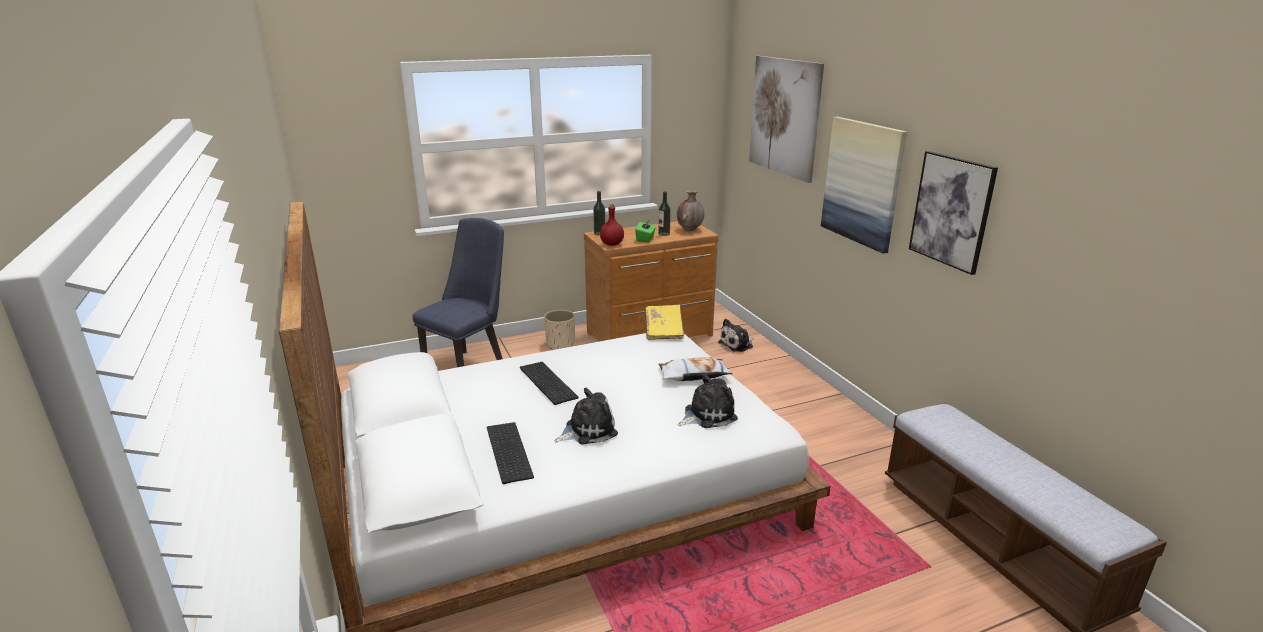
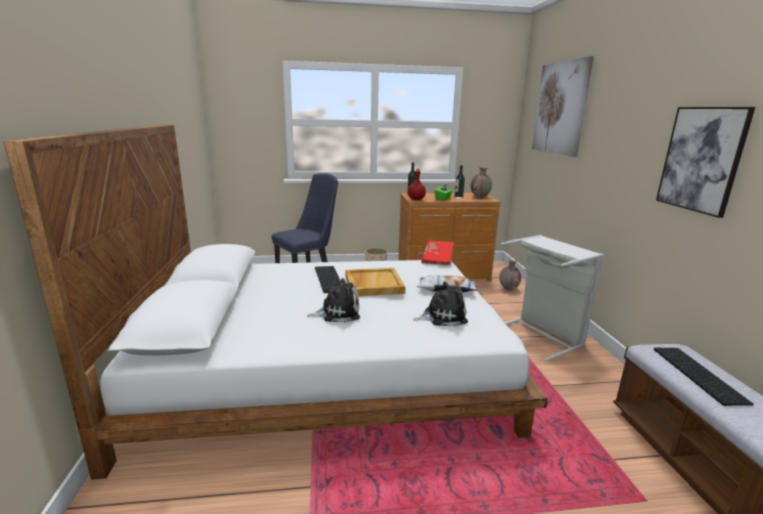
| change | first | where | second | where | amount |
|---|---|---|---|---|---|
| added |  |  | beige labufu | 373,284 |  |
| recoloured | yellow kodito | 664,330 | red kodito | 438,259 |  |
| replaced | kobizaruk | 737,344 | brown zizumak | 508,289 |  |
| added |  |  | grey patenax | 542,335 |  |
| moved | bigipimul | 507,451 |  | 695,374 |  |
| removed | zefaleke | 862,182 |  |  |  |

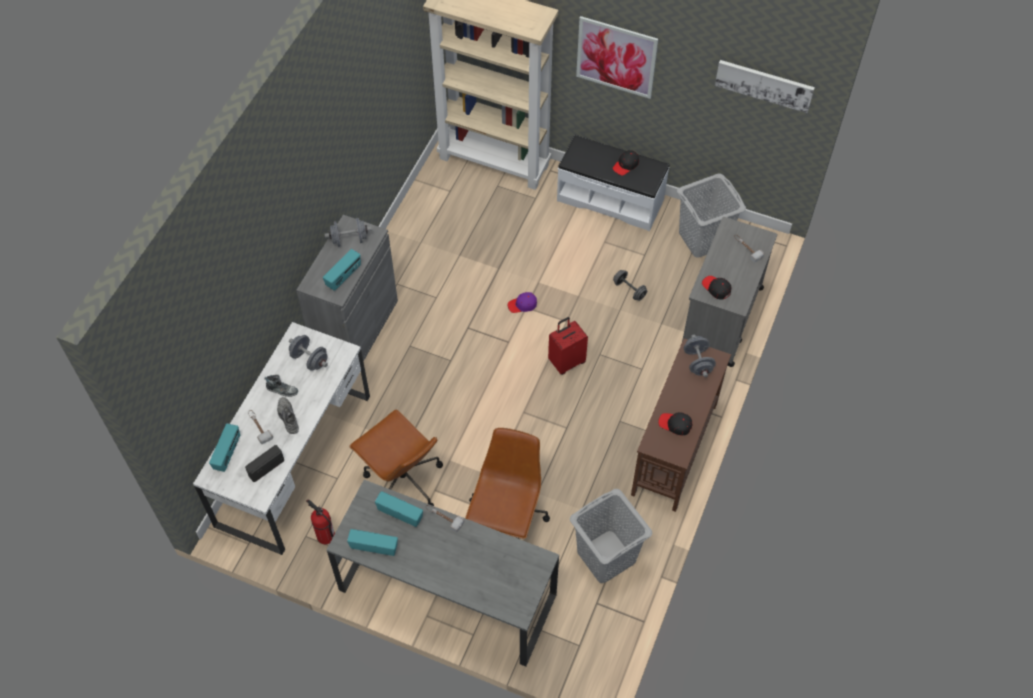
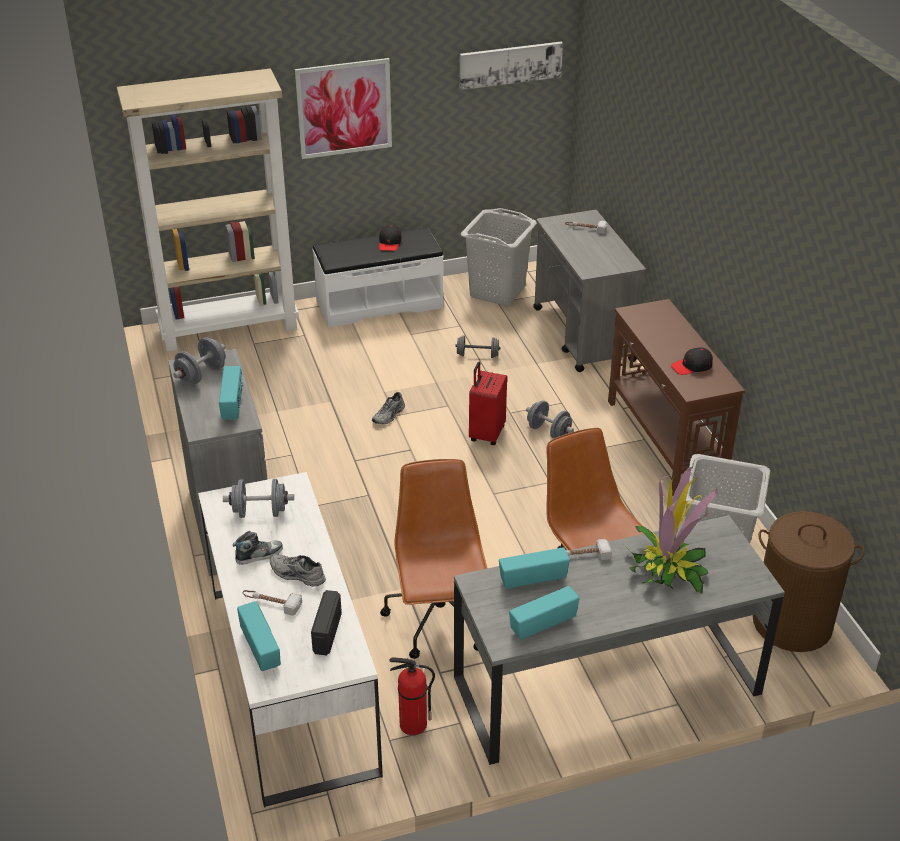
| change | first | where | second | where | amount |
|---|---|---|---|---|---|
| replaced | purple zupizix | 522,305 | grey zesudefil | 389,415 |  |
| turned | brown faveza | 403,481 |  | 440,621 | 105 degrees counterclockwise |
| moved | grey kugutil | 697,362 |  | 548,431 |  |
| added |  |  | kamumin | 666,568 |  |
| added |  |  | brown patenax | 792,623 |  |
| removed | black zupizix | 716,288 |  |  |  |

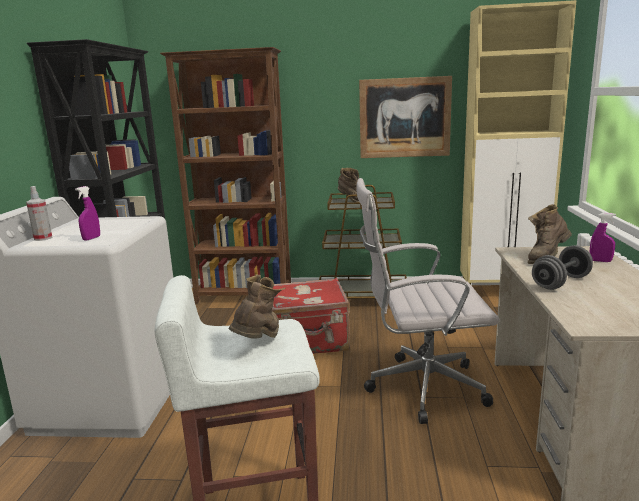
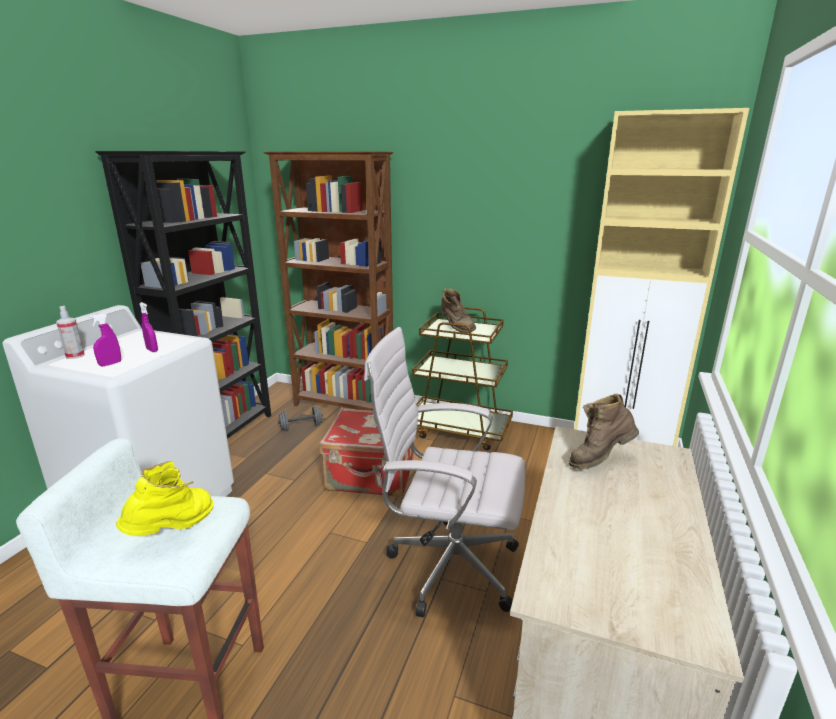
| change | first | where | second | where | amount |
|---|---|---|---|---|---|
| recoloured | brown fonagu | 260,343 | yellow fonagu | 174,530 |  |
| moved | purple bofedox | 600,261 |  | 152,350 |  |
| moved | grey kugutil | 561,282 |  | 301,427 |  |
| removed | zefaleke | 404,118 |  |  |  |

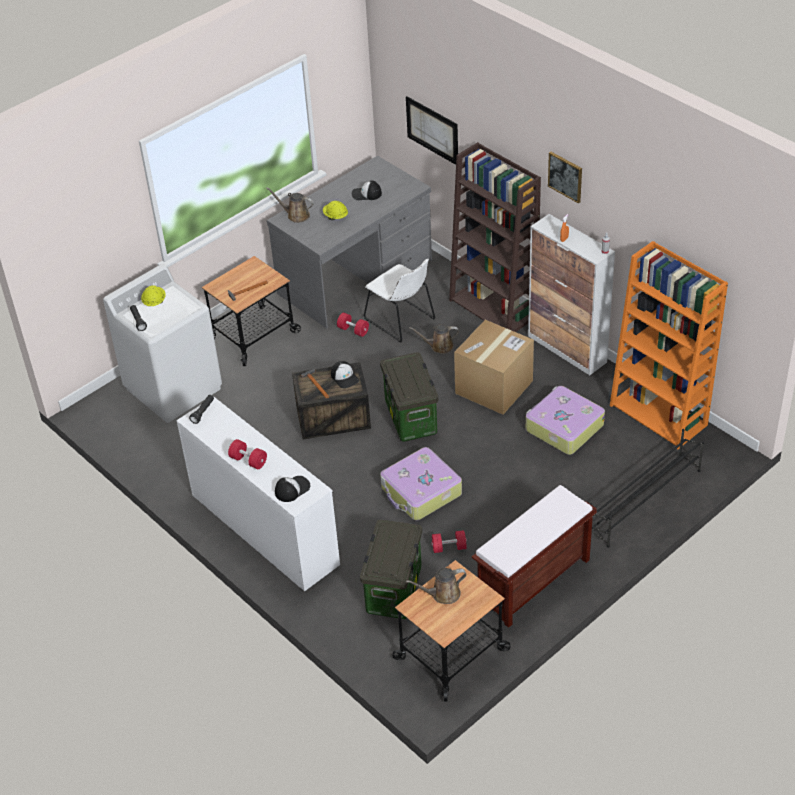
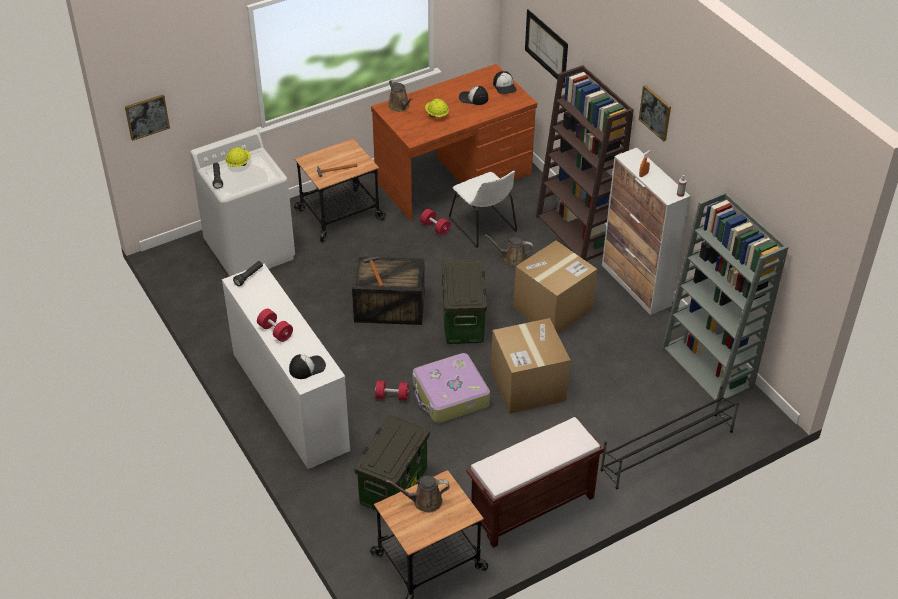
| change | first | where | second | where | amount |
|---|---|---|---|---|---|
| added |  |  | zefaleke | 147,116 |  |
| recoloured | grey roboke | 356,277 | brown roboke | 454,178 |  |
| moved | red kugutil | 449,547 |  | 392,396 |  |
| turned | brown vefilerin | 296,215 |  | 400,106 | 150 degrees counterclockwise |
| added |  |  | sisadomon | 528,385 |  |
| moved | zupizix | 345,377 |  | 504,86 |  |
| recoloured | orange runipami | 659,415 | grey runipami | 708,368 |  |
| removed | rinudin | 563,427 |  |  |  |

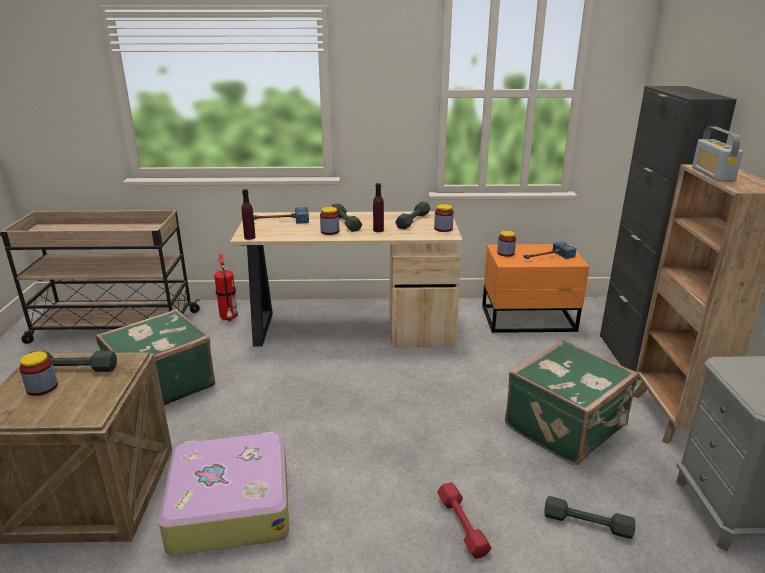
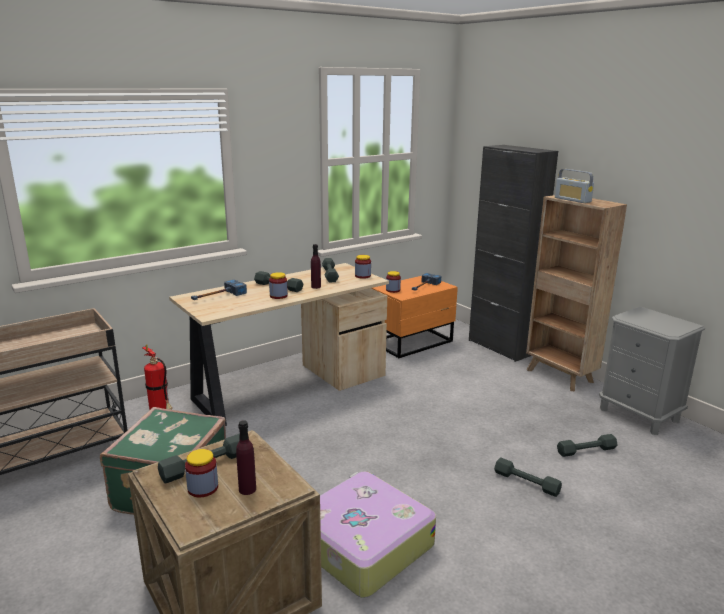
| change | first | where | second | where | amount |
|---|---|---|---|---|---|
| moved | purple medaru | 249,237 |  | 247,489 |  |
| recoloured | red kugutil | 462,525 | grey kugutil | 526,482 |  |
| removed | green rinudin | 567,427 |  |  |  |

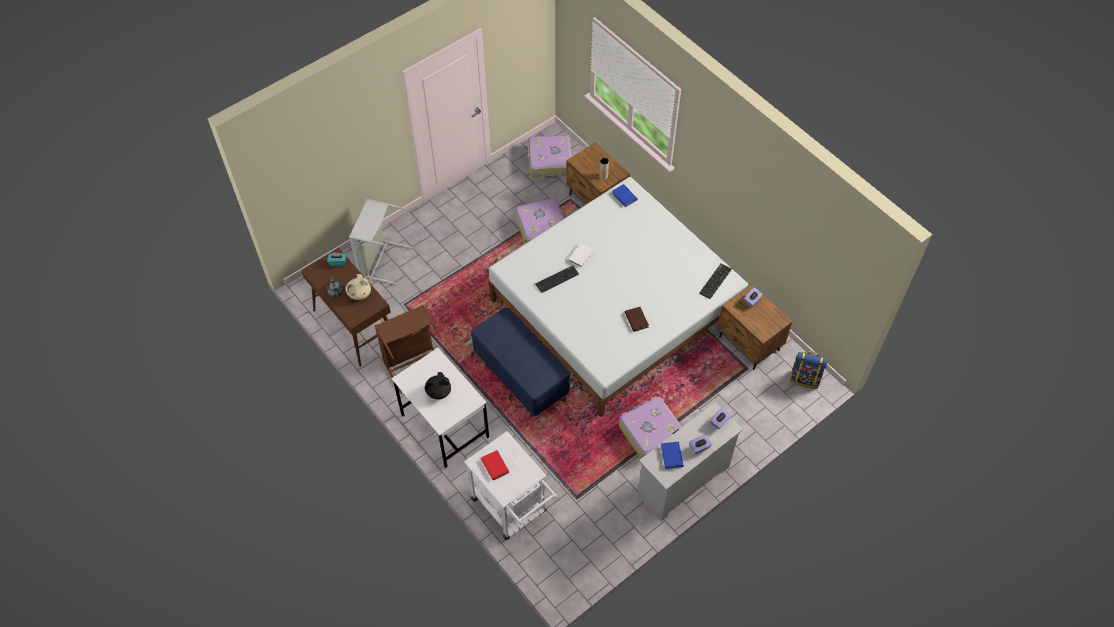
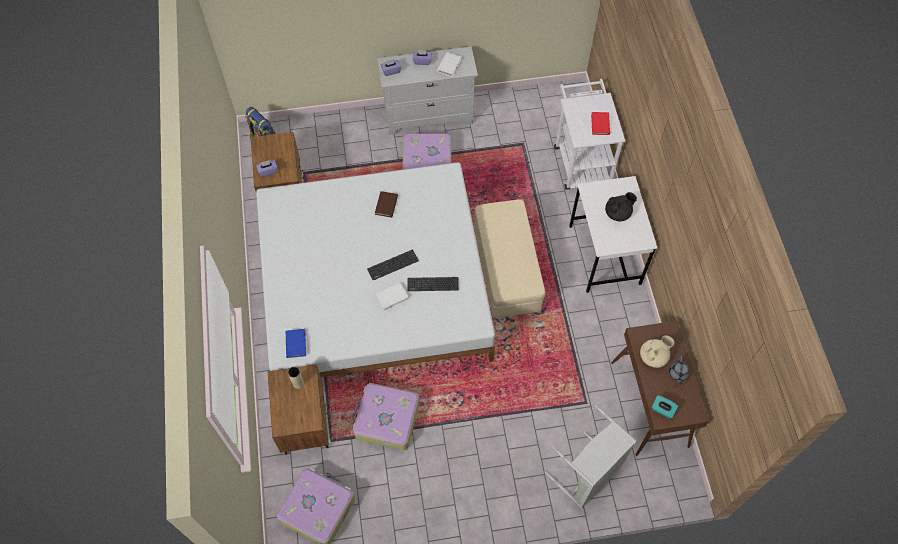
| change | first | where | second | where | amount |
|---|---|---|---|---|---|
| moved | bigipimul | 715,281 |  | 393,265 |  |
| recoloured | blue kodito | 672,456 | white kodito | 449,65 |  |
| recoloured | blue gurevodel | 521,372 | beige gurevodel | 506,269 |  |
| removed | brown patenax | 412,362 |  |  |  |

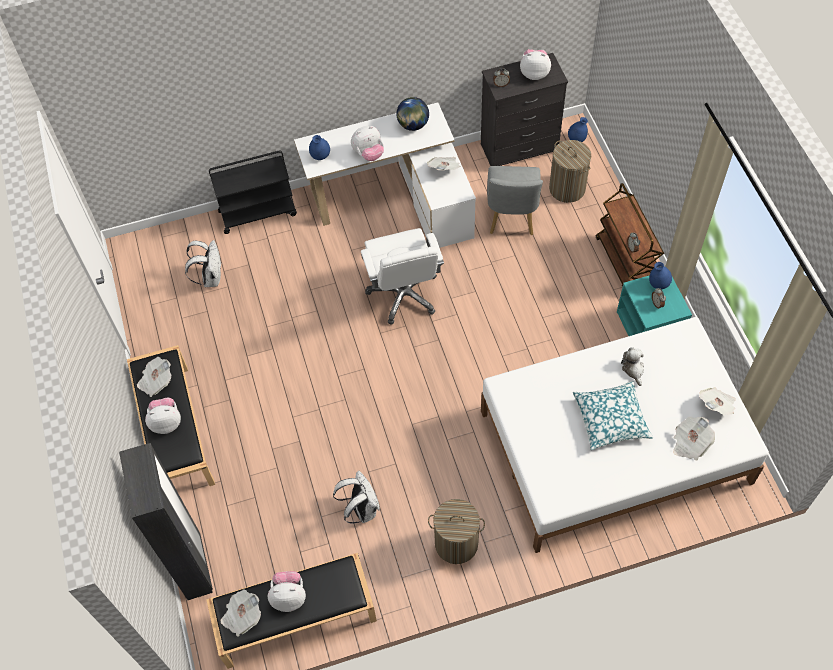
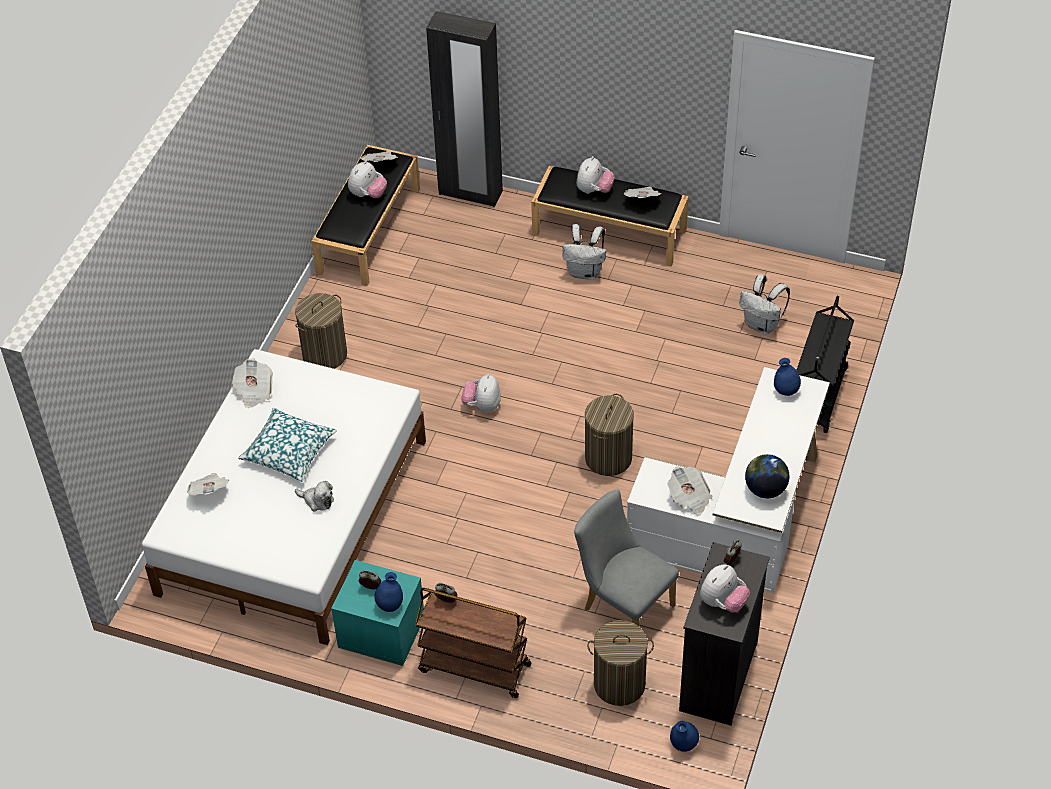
| change | first | where | second | where | amount |
|---|---|---|---|---|---|
| moved | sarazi | 717,405 |  | 254,391 |  |
| moved | kobizaruk | 368,154 |  | 482,405 |  |
| moved | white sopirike | 361,509 |  | 585,272 |  |
| replaced | white faveza | 404,294 | patenax | 608,458 |  |

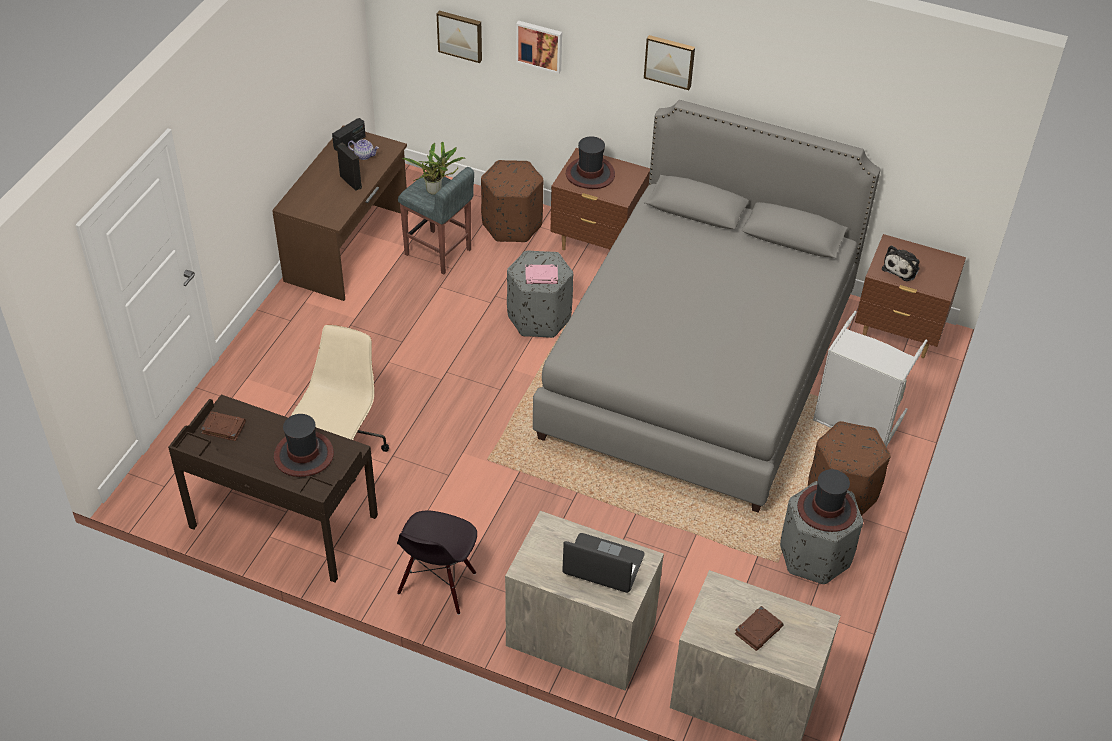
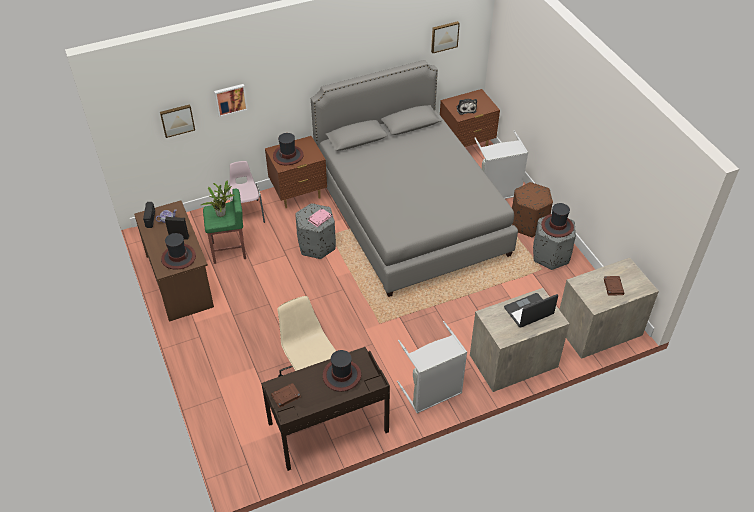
| change | first | where | second | where | amount |
|---|---|---|---|---|---|
| added |  |  | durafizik | 178,257 |  |
| recoloured | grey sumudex | 438,252 | green sumudex | 229,251 |  |
| replaced | brown gurevodel | 512,225 | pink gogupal | 247,213 |  |
| replaced | black gogupal | 438,584 | grey patenax | 432,393 |  |
| moved | zefaleke | 670,61 |  | 444,36 |  |

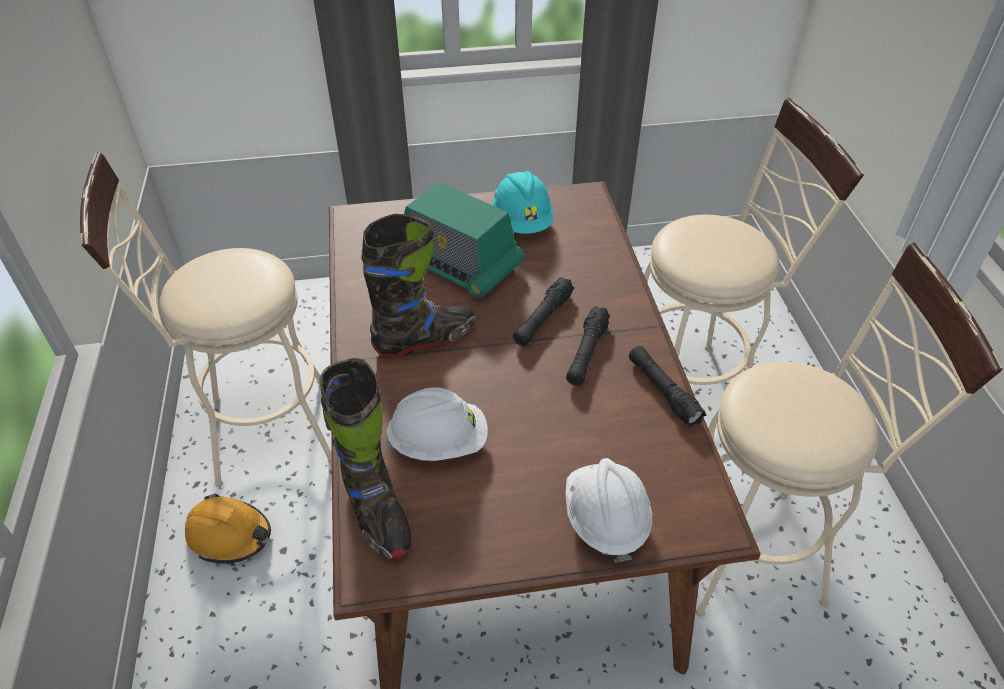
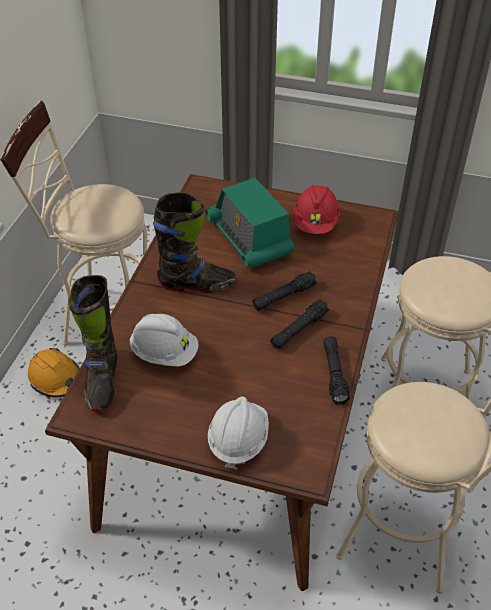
| change | first | where | second | where | amount |
|---|---|---|---|---|---|
| recoloured | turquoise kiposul | 522,221 | red kiposul | 315,223 |  |

